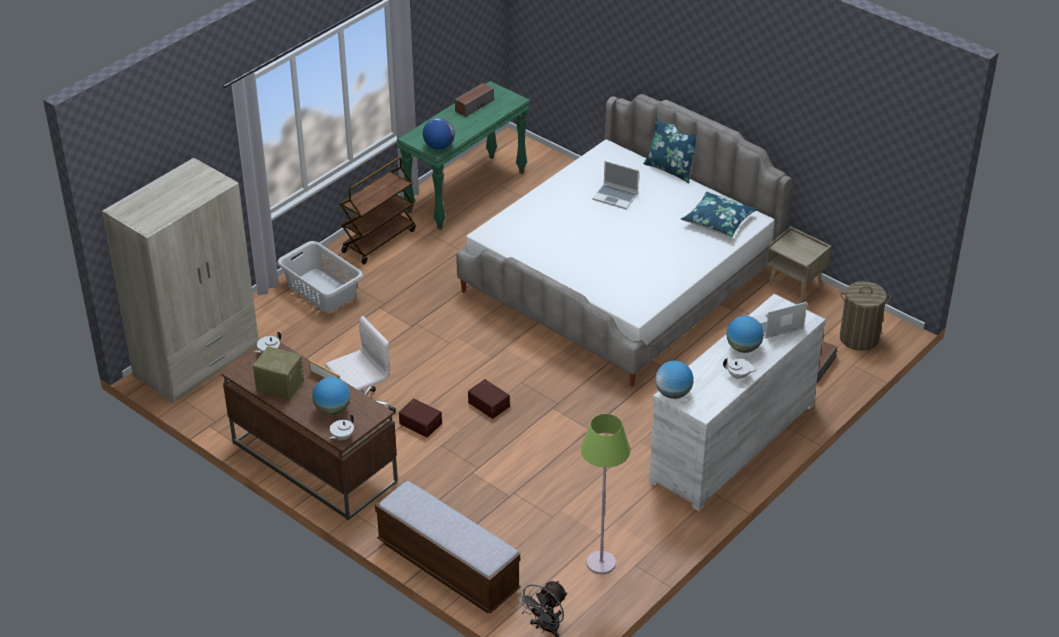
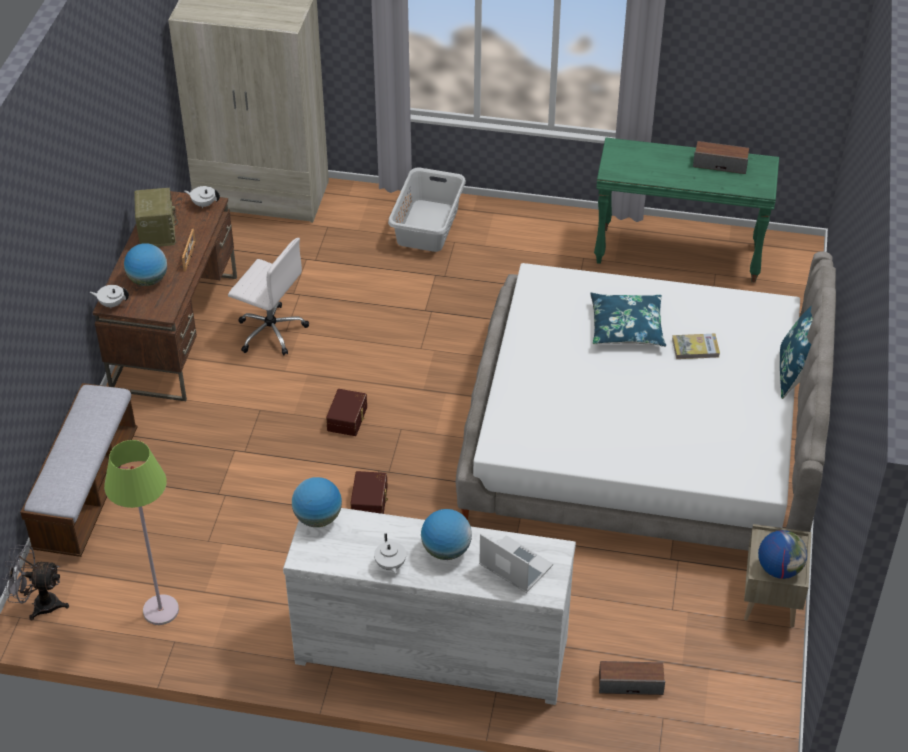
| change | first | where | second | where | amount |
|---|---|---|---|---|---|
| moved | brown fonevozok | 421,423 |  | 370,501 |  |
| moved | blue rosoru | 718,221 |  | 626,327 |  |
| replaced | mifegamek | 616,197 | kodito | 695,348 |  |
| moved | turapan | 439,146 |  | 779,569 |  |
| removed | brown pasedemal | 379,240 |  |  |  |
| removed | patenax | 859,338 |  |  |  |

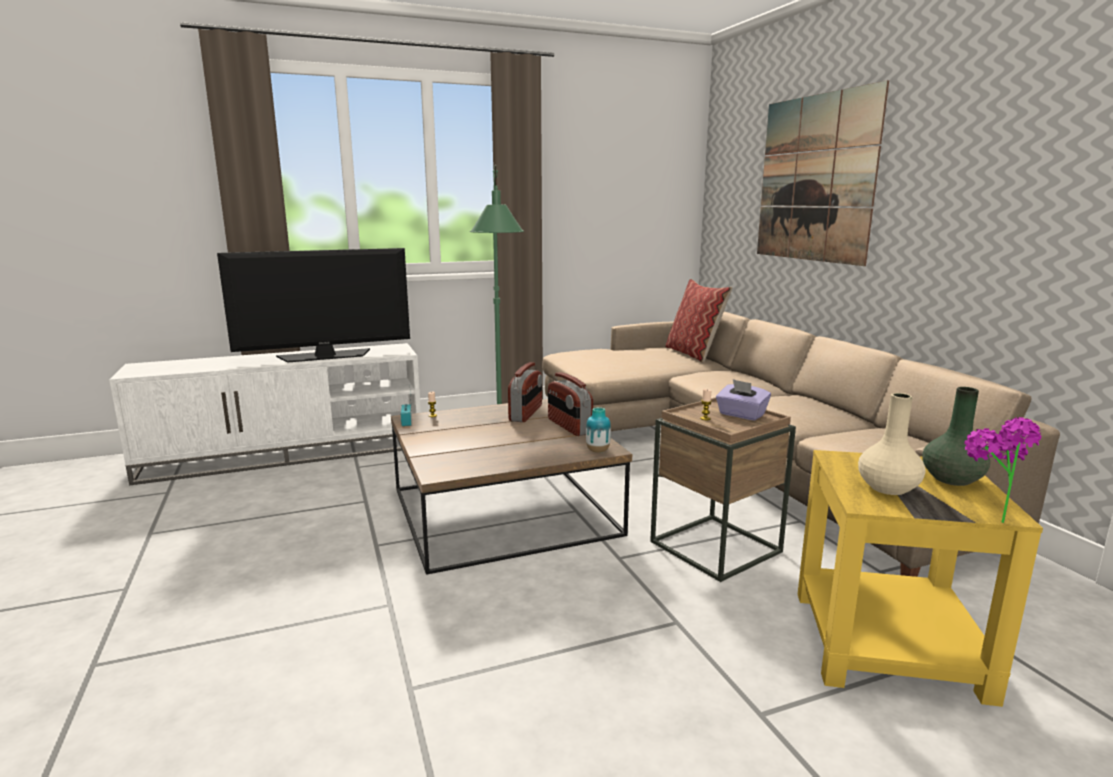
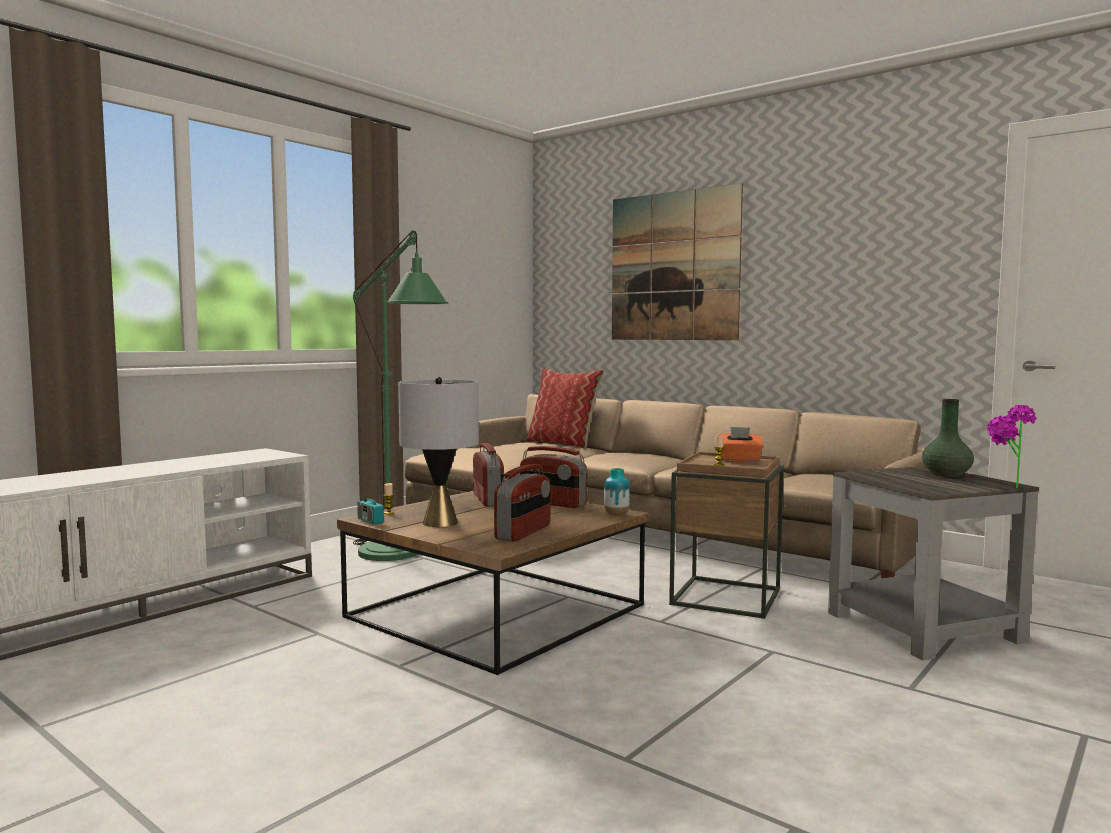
| change | first | where | second | where | amount |
|---|---|---|---|---|---|
| added |  |  | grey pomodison | 440,523 |  |
| added |  |  | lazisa | 524,532 |  |
| recoloured | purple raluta | 741,415 | orange raluta | 739,460 |  |
| recoloured | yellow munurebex | 890,644 | grey munurebex | 926,627 |  |
| removed | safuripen | 325,356 |  |  |  |
| removed | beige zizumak | 887,488 |  |  |  |

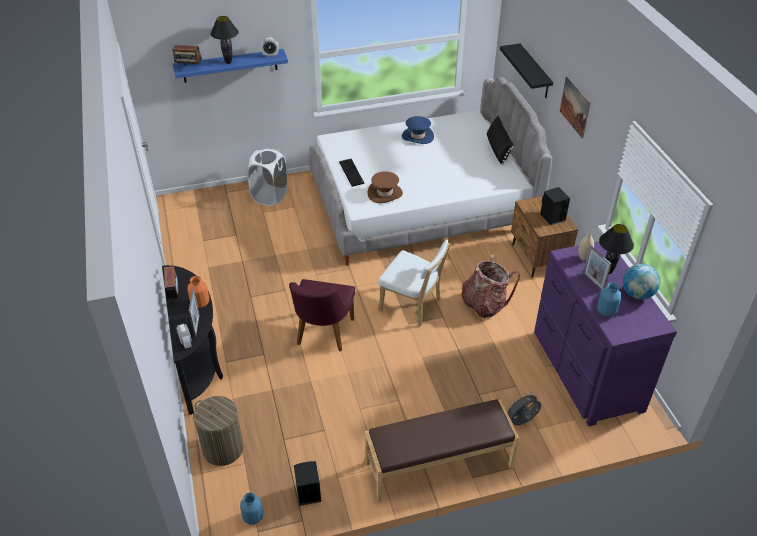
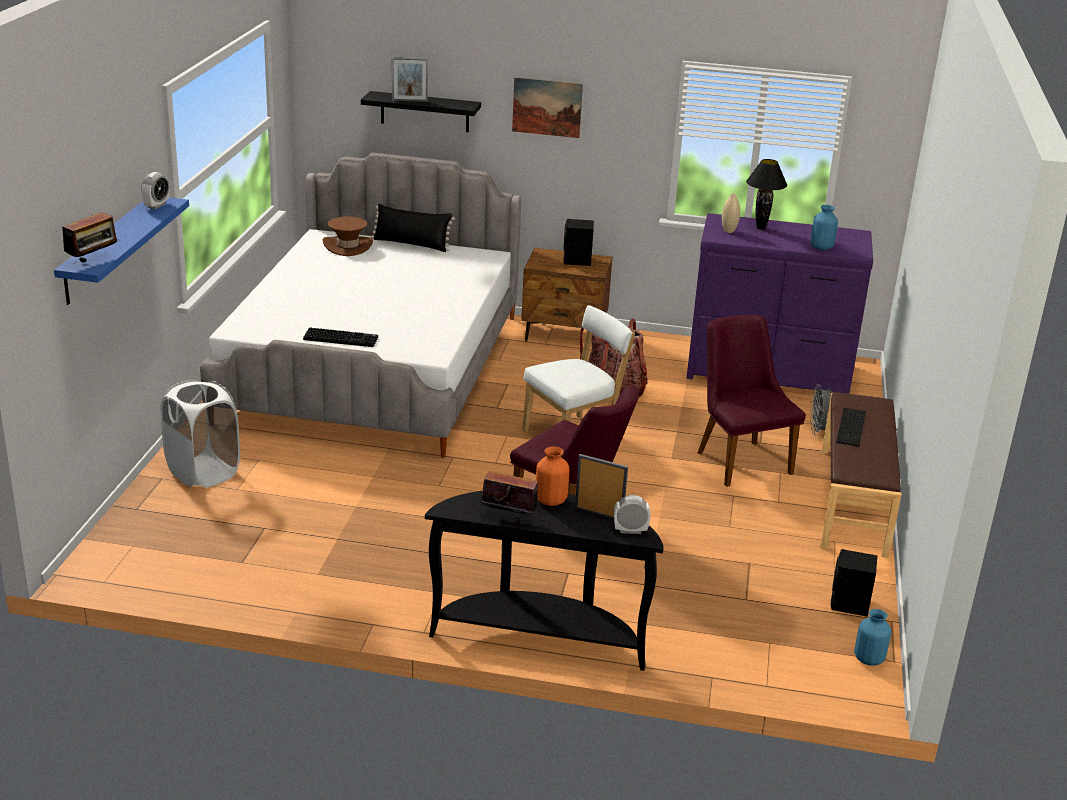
| change | first | where | second | where | amount |
|---|---|---|---|---|---|
| moved | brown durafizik | 385,193 |  | 348,246 |  |
| moved | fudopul | 593,282 |  | 409,101 |  |
| added |  |  | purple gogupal | 738,458 |  |
| added |  |  | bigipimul | 852,428 |  |
| removed | patenax | 223,449 |  |  |  |
| removed | black pomodison | 229,62 |  |  |  |
| removed | blue durafizik | 417,136 |  |  |  |
| removed | turapan | 637,294 |  |  |  |

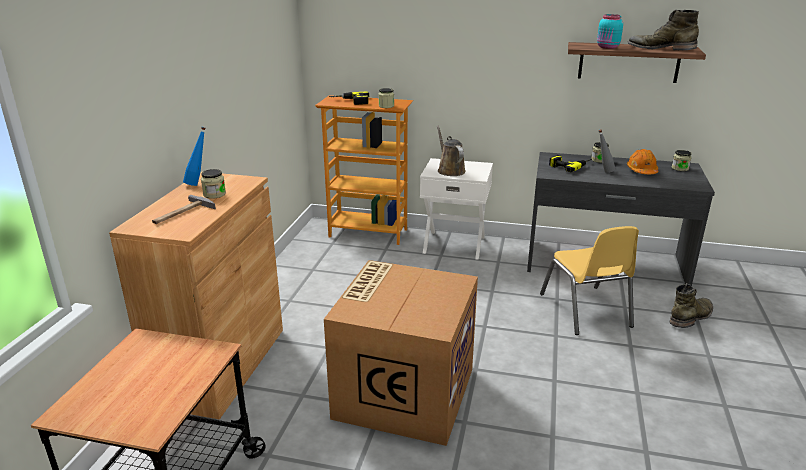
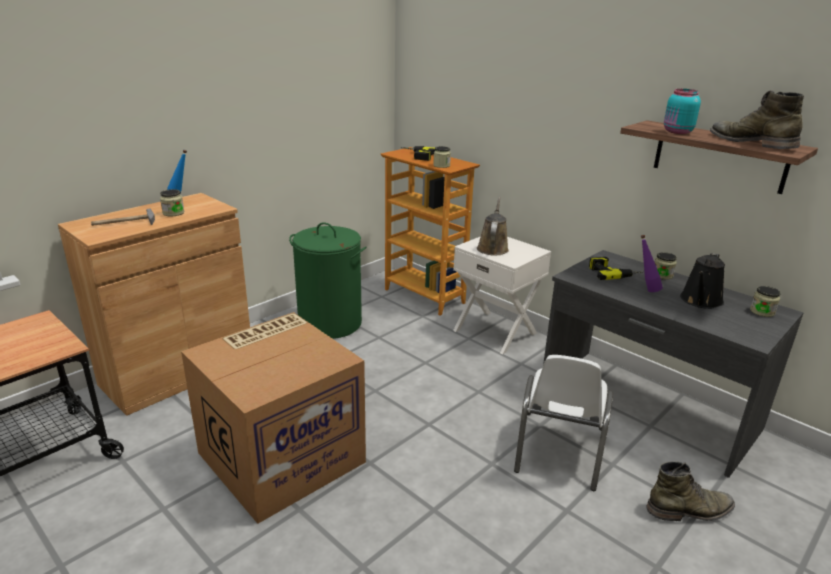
| change | first | where | second | where | amount |
|---|---|---|---|---|---|
| added |  |  | green patenax | 330,323 |  |
| recoloured | yellow gogupal | 585,310 | white gogupal | 558,450 |  |
| recoloured | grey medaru | 603,172 | purple medaru | 645,290 |  |
| replaced | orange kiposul | 641,171 | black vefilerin | 700,301 |  |

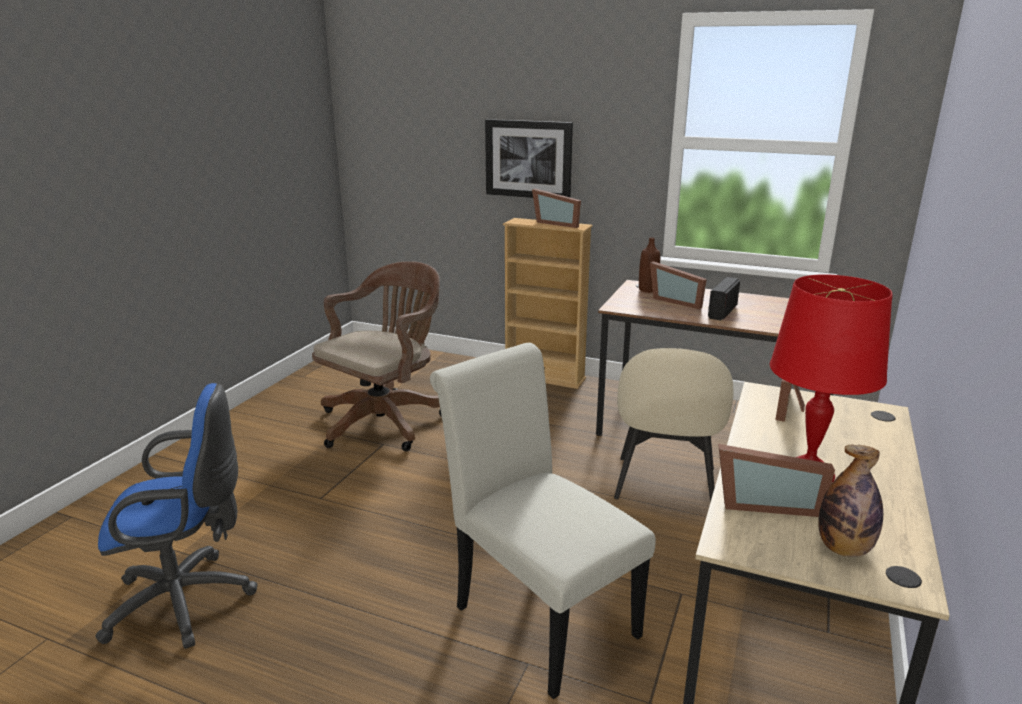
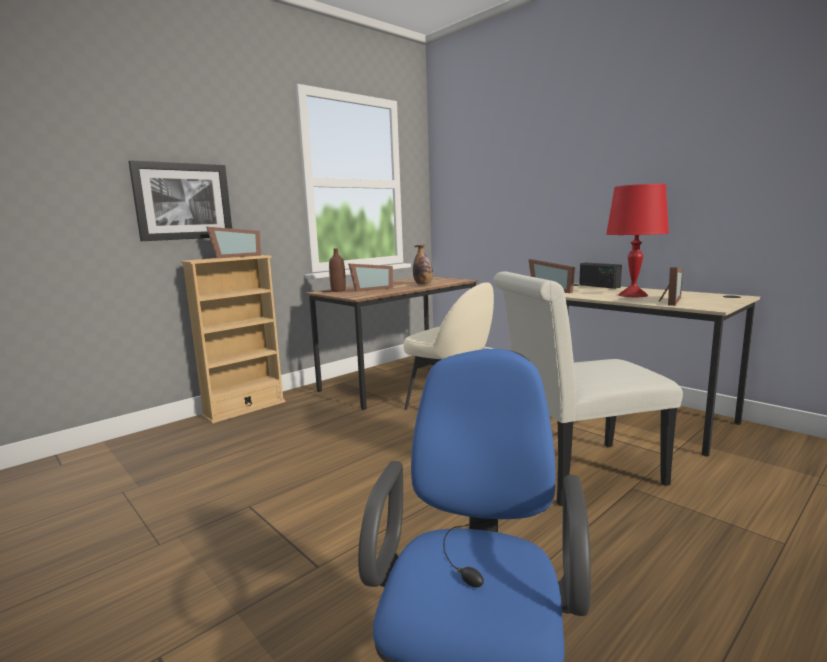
| change | first | where | second | where | amount |
|---|---|---|---|---|---|
| moved | medaru | 844,549 |  | 423,284 |  |
| moved | lazisa | 722,311 |  | 599,286 |  |
| removed | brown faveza | 386,420 |  |  |  |

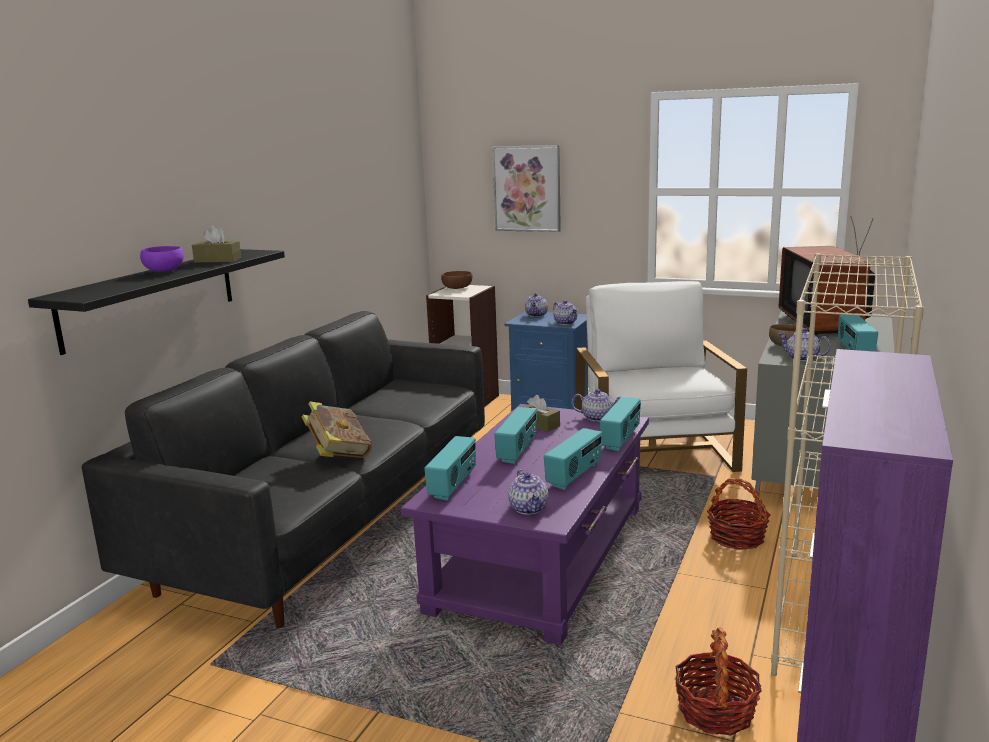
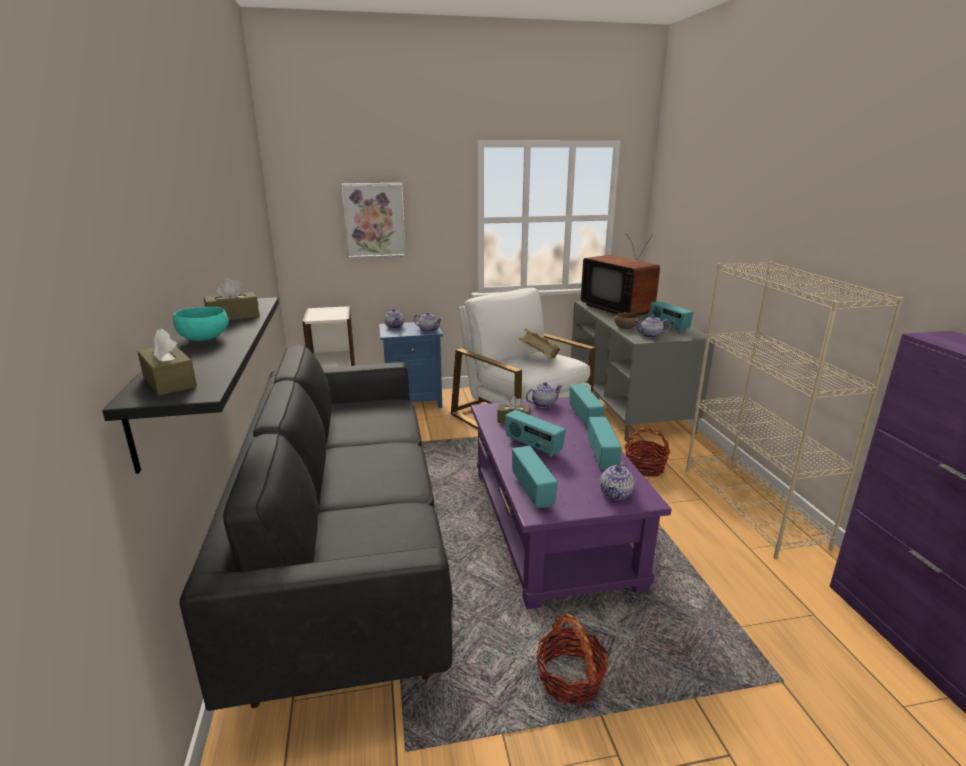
| change | first | where | second | where | amount |
|---|---|---|---|---|---|
| added |  |  | brown raluta | 169,381 |  |
| recoloured | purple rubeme | 165,271 | turquoise rubeme | 205,339 |  |
| turned | lazisa | 517,451 |  | 533,446 | 150 degrees clockwise |
| moved | kodito | 338,455 |  | 539,359 |  |
| moved | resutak | 716,711 |  | 570,679 |  |
| turned | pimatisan | 529,508 |  | 616,494 | 75 degrees clockwise |
| removed | brown rubeme | 457,287 |  |  |  |

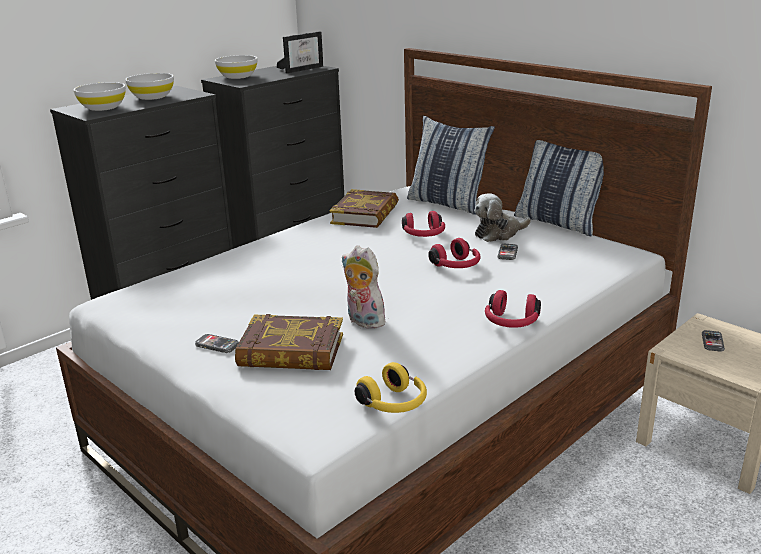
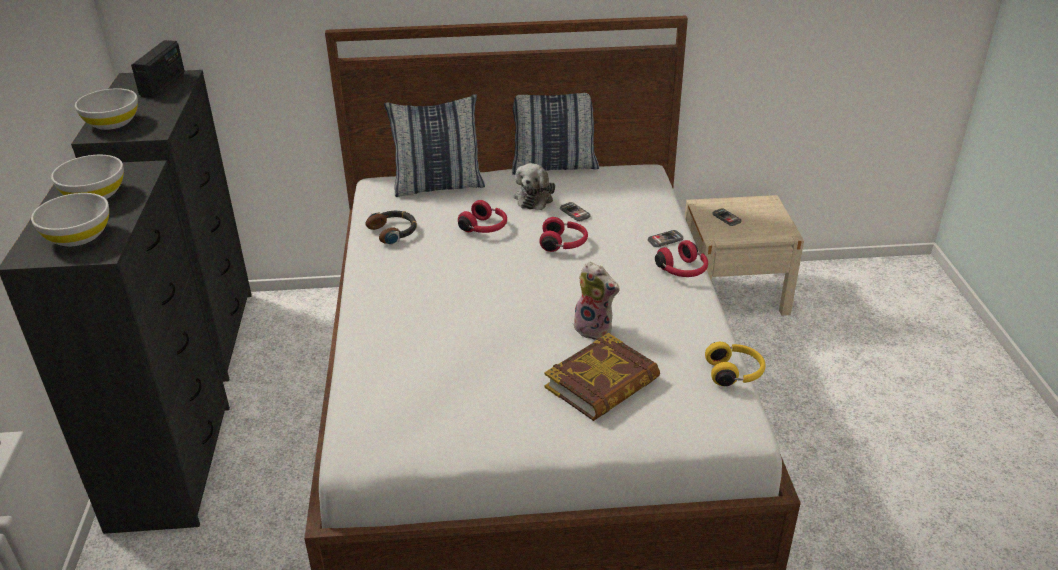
| change | first | where | second | where | amount |
|---|---|---|---|---|---|
| replaced | fudopul | 302,69 | lazisa | 163,84 |  |
| replaced | kodito | 365,214 | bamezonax | 394,231 |  |
| turned | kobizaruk | 363,321 |  | 595,329 | 135 degrees counterclockwise |
| moved | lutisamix | 217,345 |  | 665,240 |  |

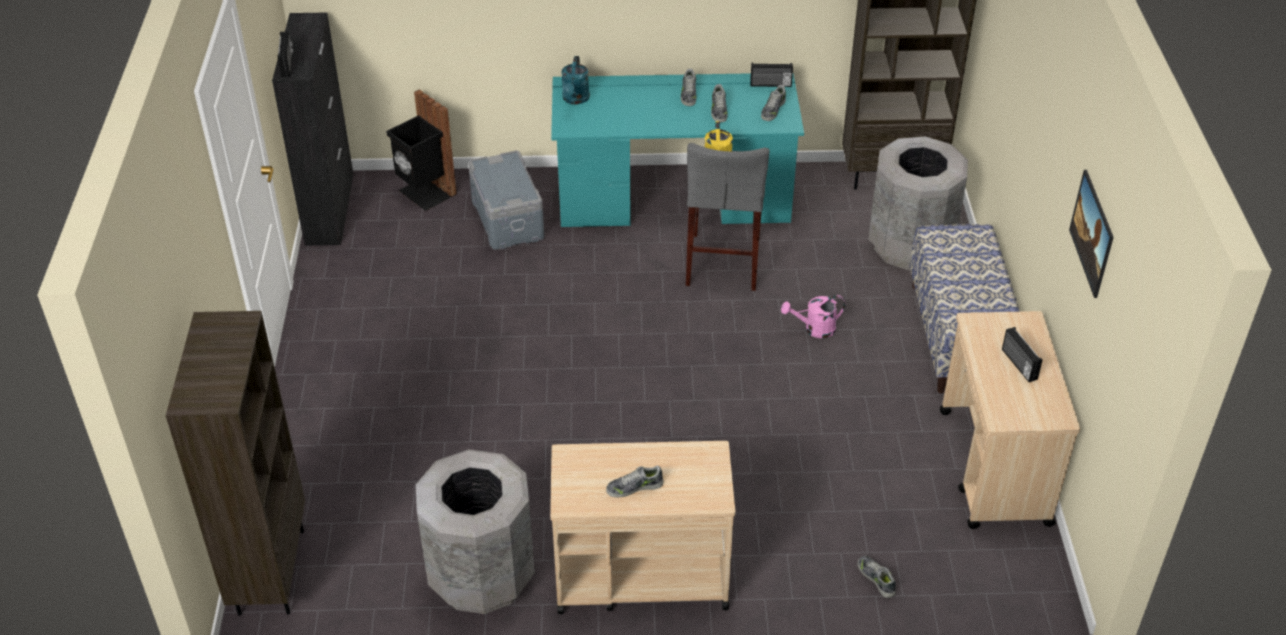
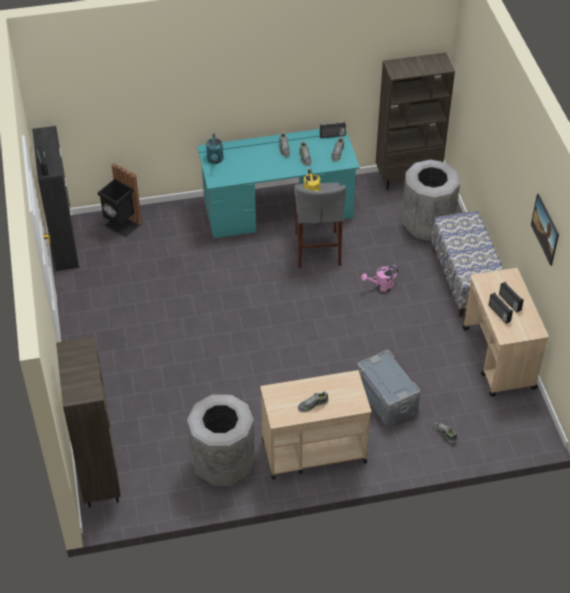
| change | first | where | second | where | amount |
|---|---|---|---|---|---|
| moved | grey fonevozok | 506,219 |  | 385,399 |  |
| added |  |  | lazisa | 499,313 |  |

